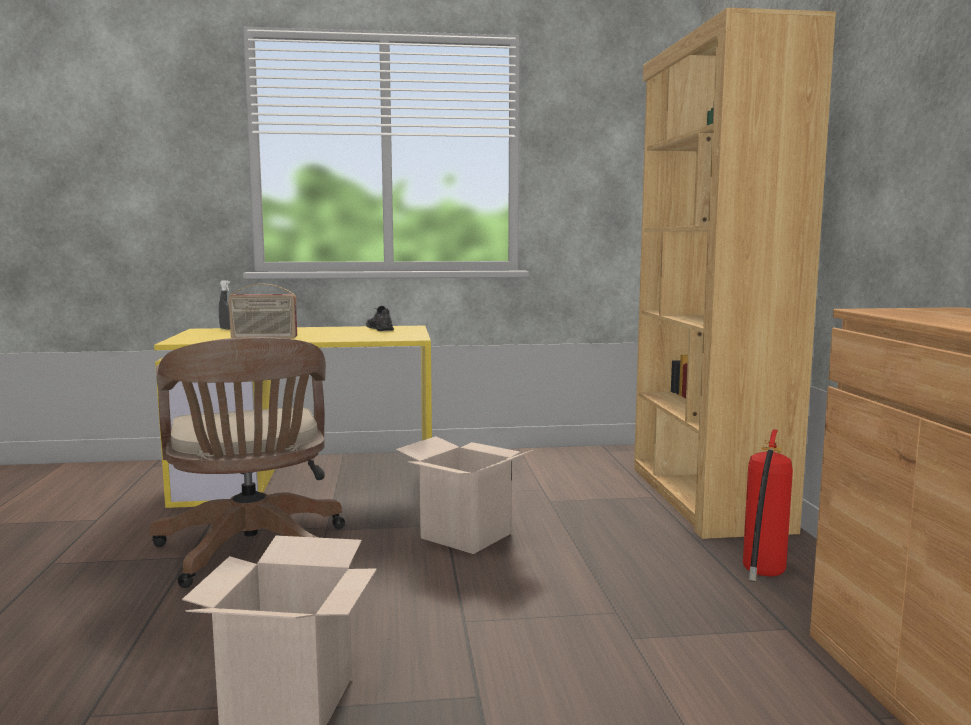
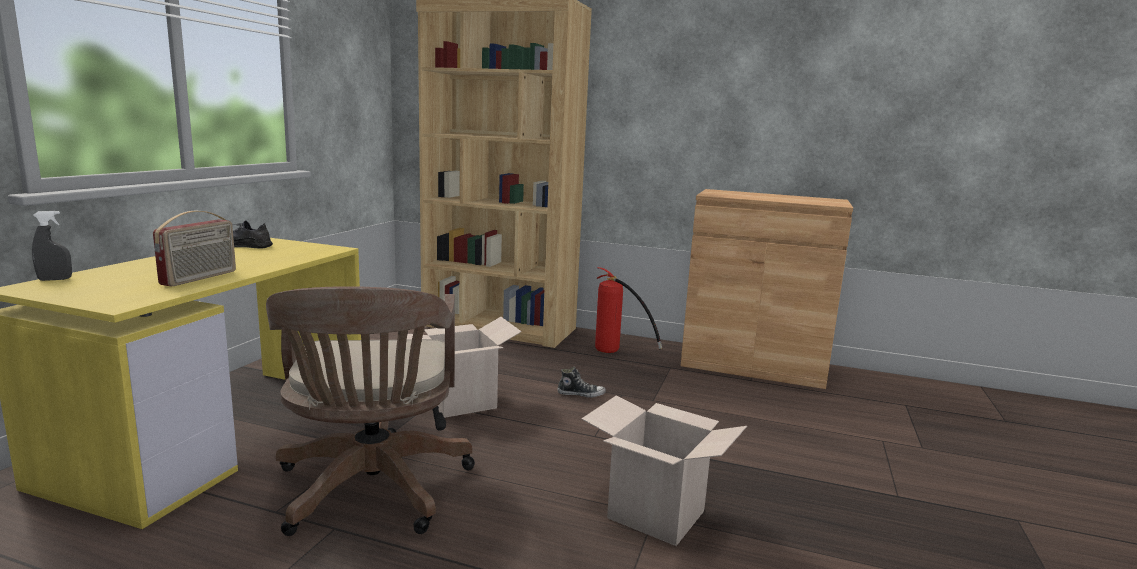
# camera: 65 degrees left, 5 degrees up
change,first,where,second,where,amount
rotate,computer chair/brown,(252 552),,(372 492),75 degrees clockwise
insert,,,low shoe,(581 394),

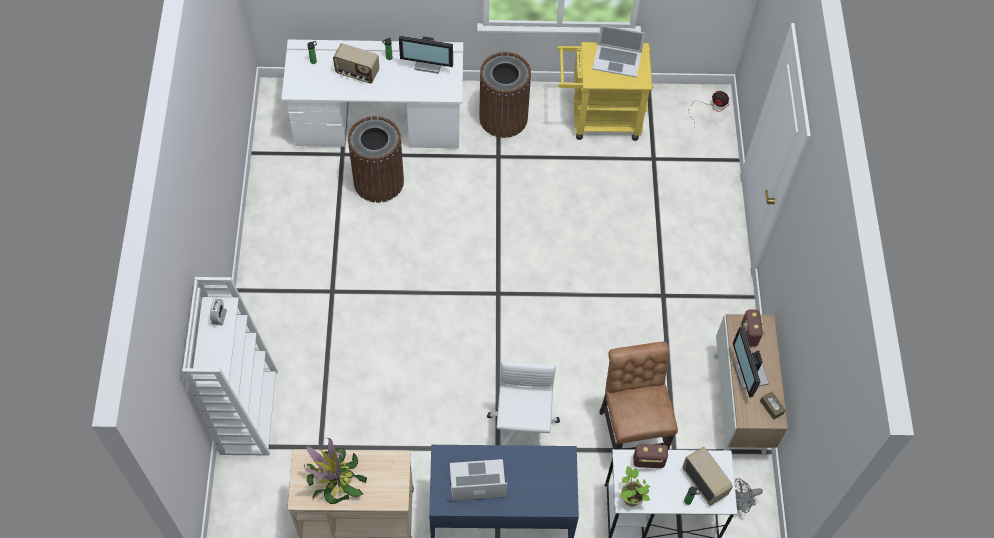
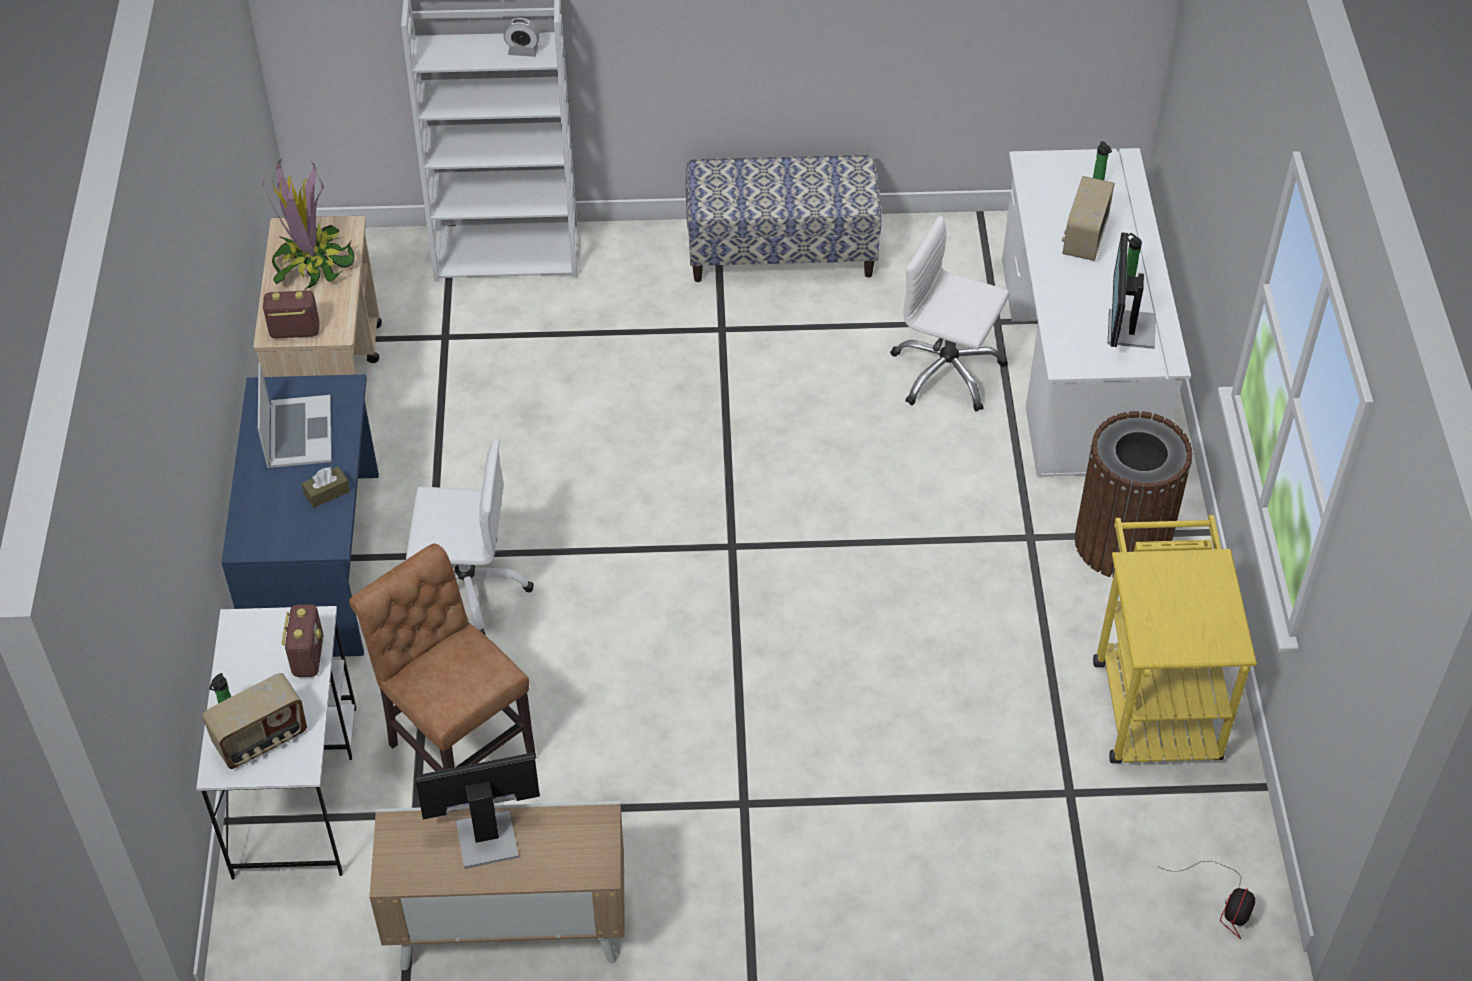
# camera: 90 degrees right, 10 degrees down
change,first,where,second,where,amount
move,radio receiver,(749 335),,(294 332),
move,tissue box/brown,(771 407),,(327 492),
rotate,plain chair/brown,(631 431),,(457 746),120 degrees counterclockwise
insert,,,long seat,(781 251),
replace,trash can/brown,(378 181),computer chair/white,(946 372),
delete,portable computer,(617 60),,,
delete,plant in a pot,(631 497),,,
delete,electric fan/gray,(741 503),,,

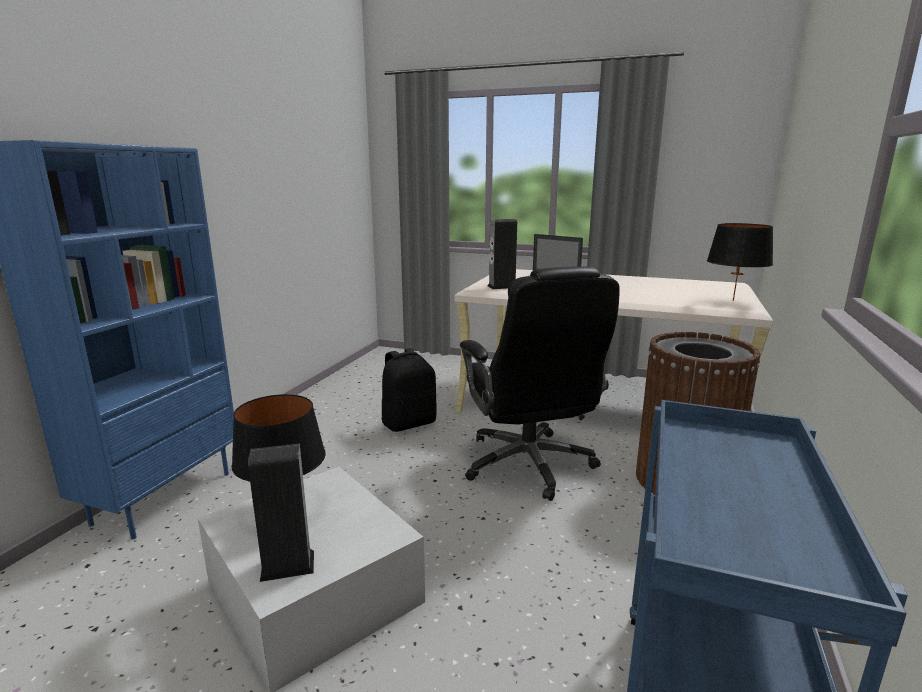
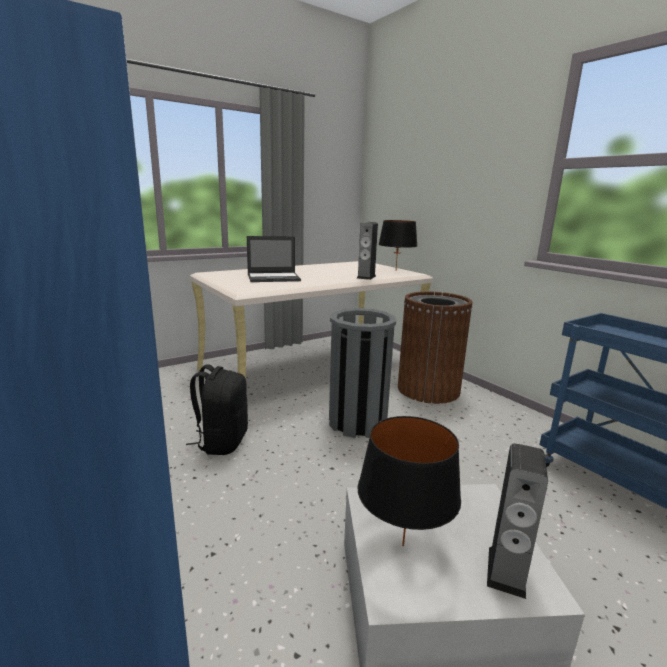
# camera: 55 degrees left, 0 degrees up
change,first,where,second,where,amount
replace,computer chair/black,(529 465),trash can/gray,(357 422),
move,audio speaker,(502 286),,(366 277),

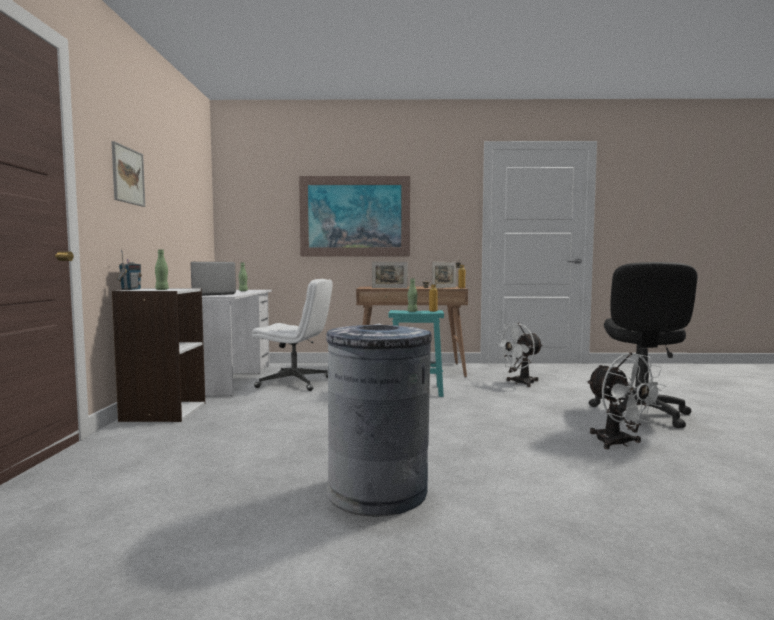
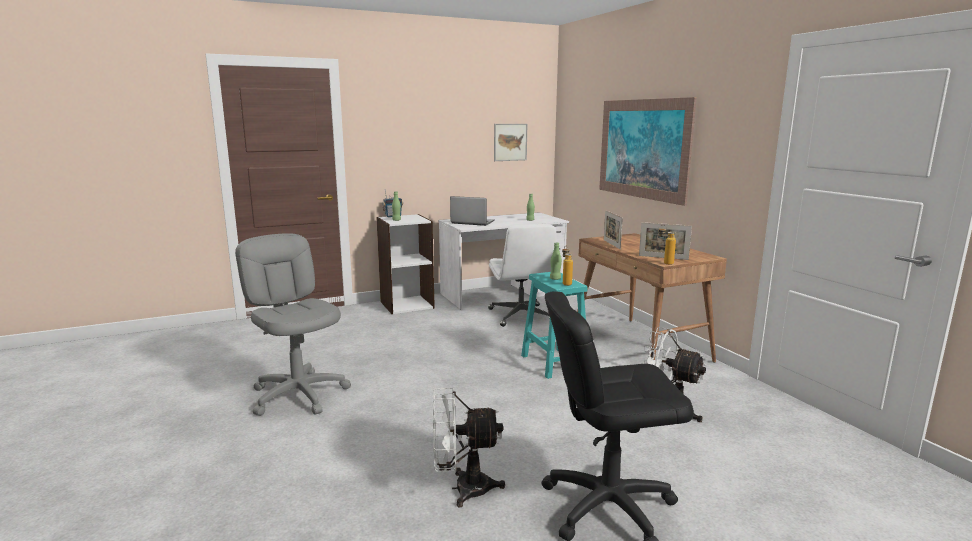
# camera: 65 degrees right, 10 degrees up
change,first,where,second,where,amount
replace,trash can/gray,(378 491),computer chair/gray,(299 395),
rotate,electric fan/white,(619 443),,(462 489),45 degrees clockwise
move,picture,(128 175),,(510 142),

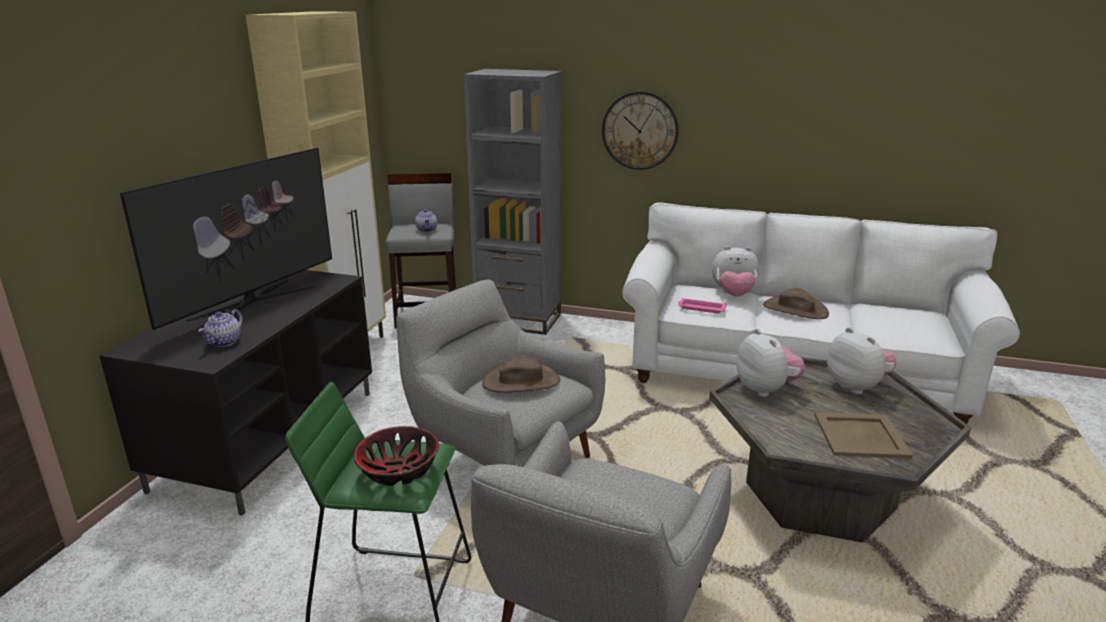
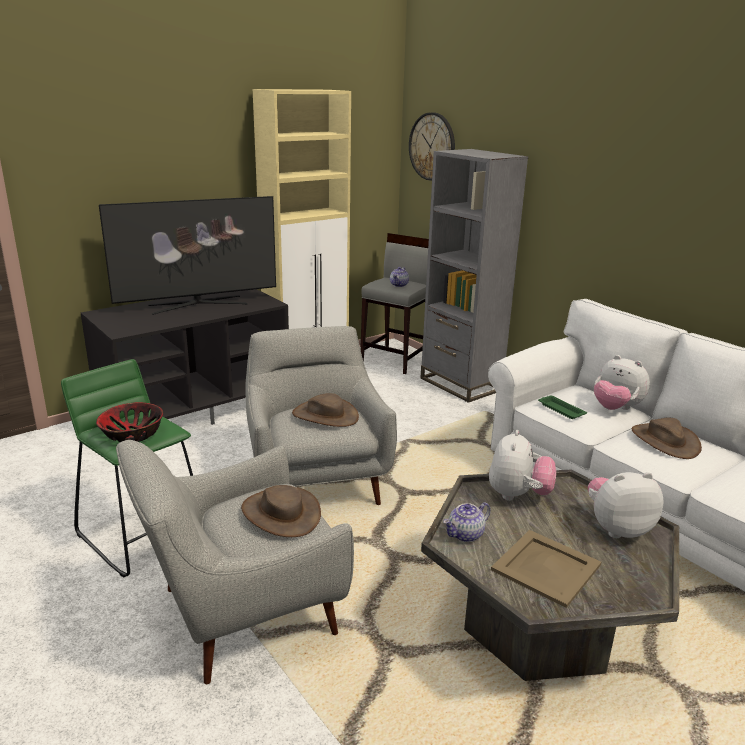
# camera: 35 degrees right, 0 degrees up
change,first,where,second,where,amount
insert,,,wearable hat/brown,(281 513),
move,hanging clock,(640 130),,(432 146),
move,tea pot,(224 342),,(465 535),
recolor,serving tray/pinkish,(701 308),serving tray/green-coloured,(560 410),
rotate,soft toy,(856 386),,(617 528),105 degrees counterclockwise

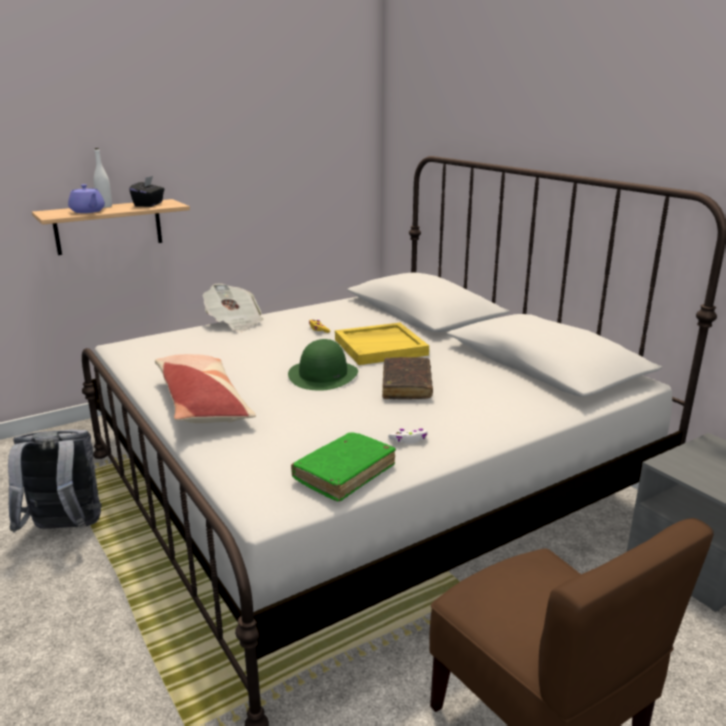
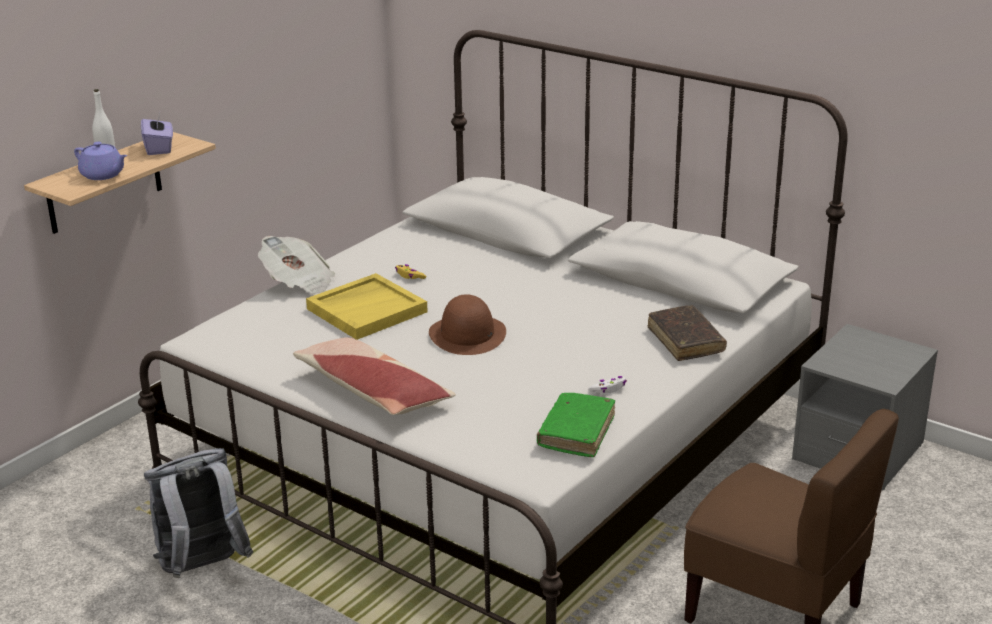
# camera: 20 degrees left, 5 degrees up
change,first,where,second,where,amount
recolor,tissue box/black,(149 204),tissue box/purplish,(159 148),
move,serving tray/yellow,(381 347),,(367 310),
recolor,wearable hat/green-coloured,(323 375),wearable hat/brown,(467 335),
move,bound book/brown,(406 385),,(685 341),

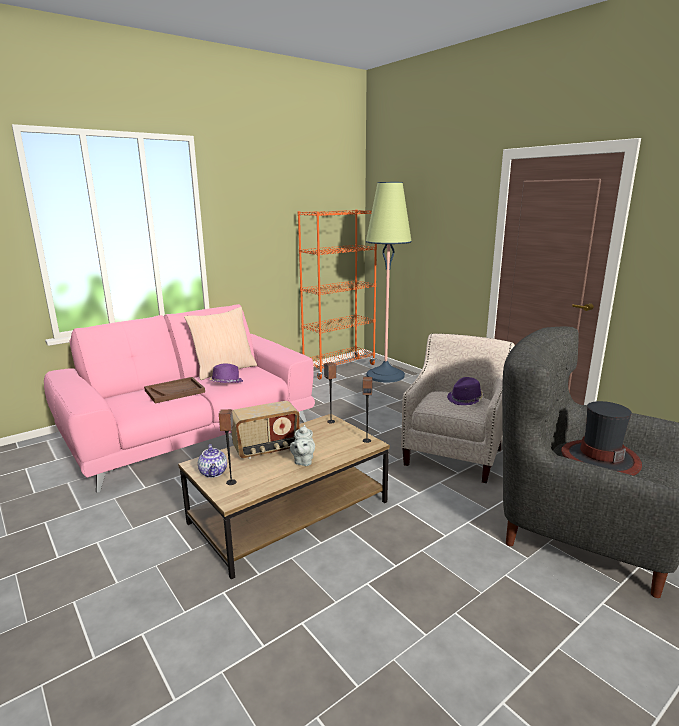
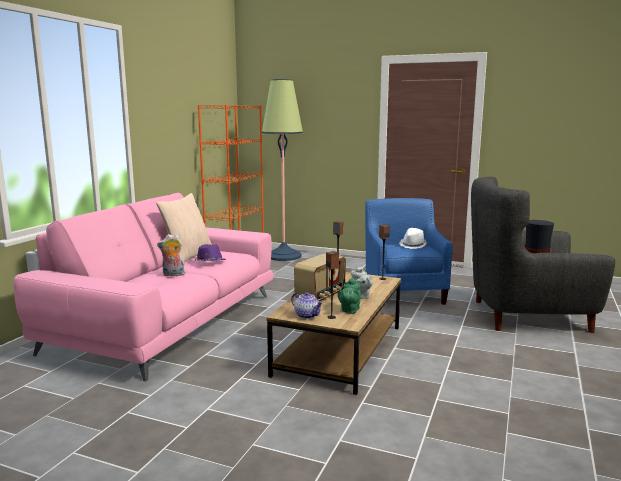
# camera: 30 degrees left, 5 degrees down
change,first,where,second,where,amount
replace,serving tray/brown,(175 391),soft toy,(173 275),
insert,,,tea pot/green-coloured,(349 310),
recolor,easy chair/beige-coloured,(455 453),easy chair/bluish,(404 293),
recolor,wearable hat/purplish,(465 399),wearable hat/white,(413 245),

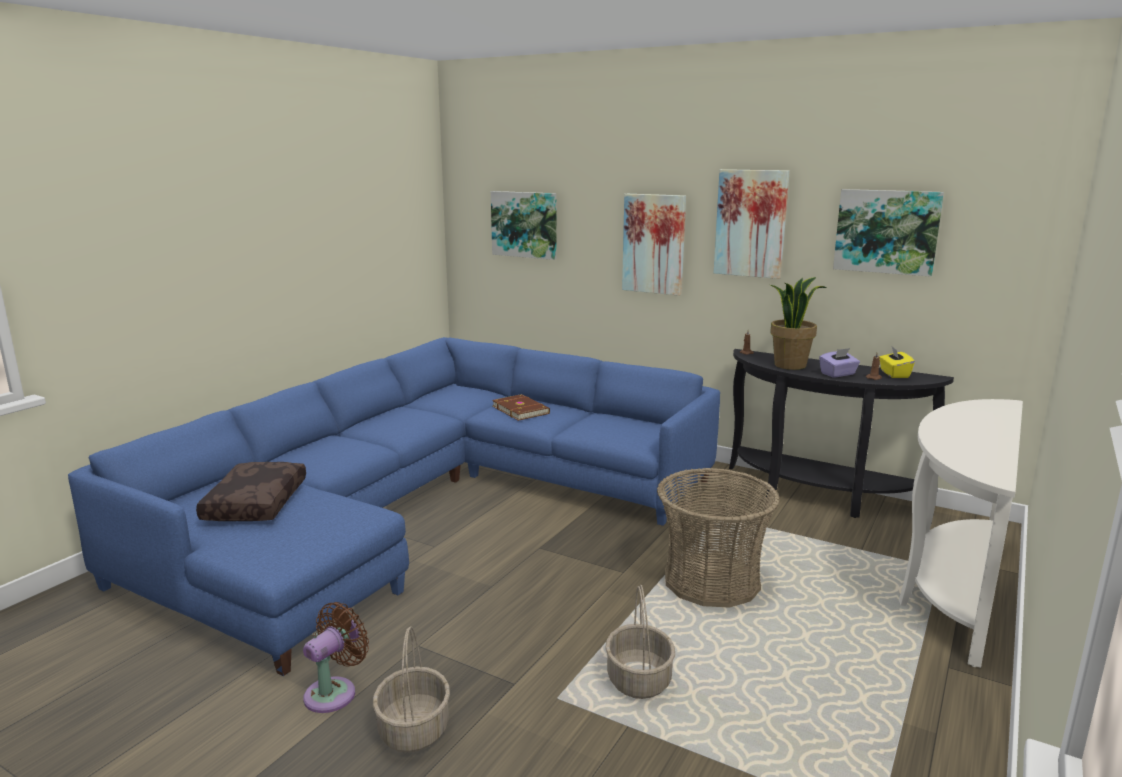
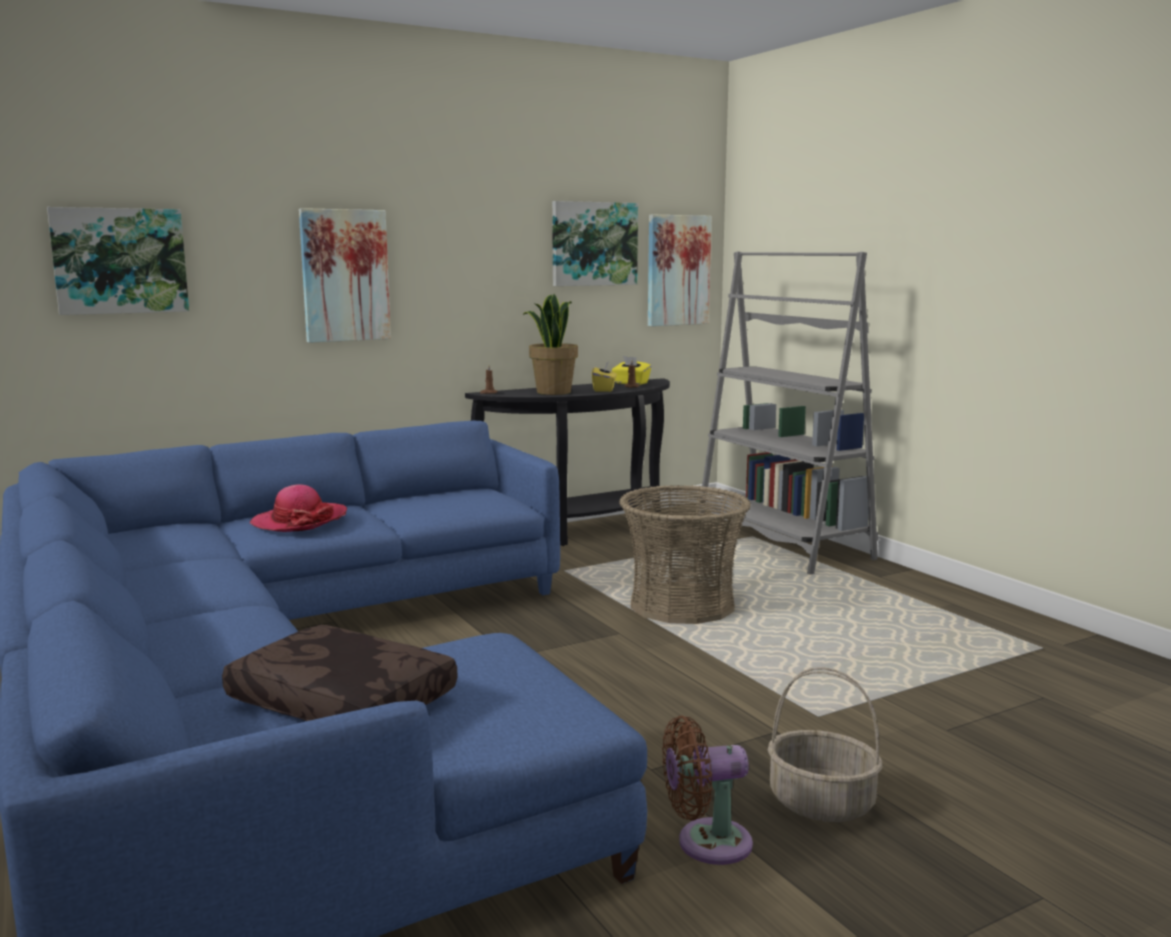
# camera: 60 degrees left, 5 degrees down
change,first,where,second,where,amount
replace,bound book/brown,(521 410),wearable hat,(300 521),
recolor,tissue box/purplish,(838 374),tissue box/yellow,(604 390),
move,picture,(751 223),,(677 270),
rotate,electric fan/brown,(334 692),,(706 843),75 degrees counterclockwise
replace,console table/white,(949 589),bookcase/gray,(782 544),
delete,storage basket,(639 680),,,

